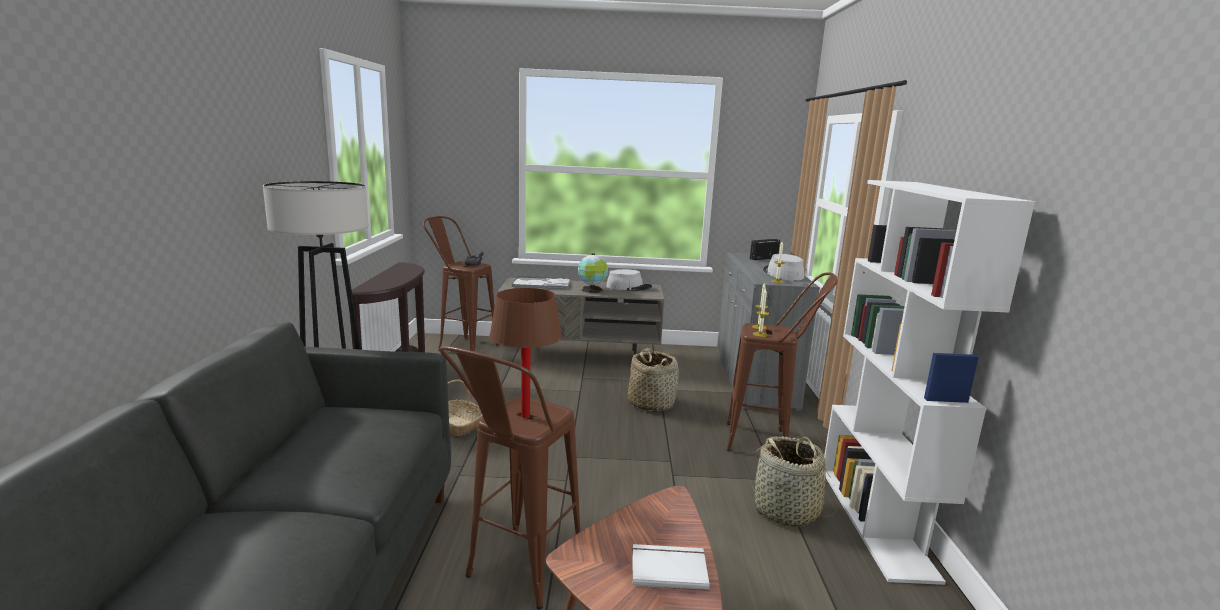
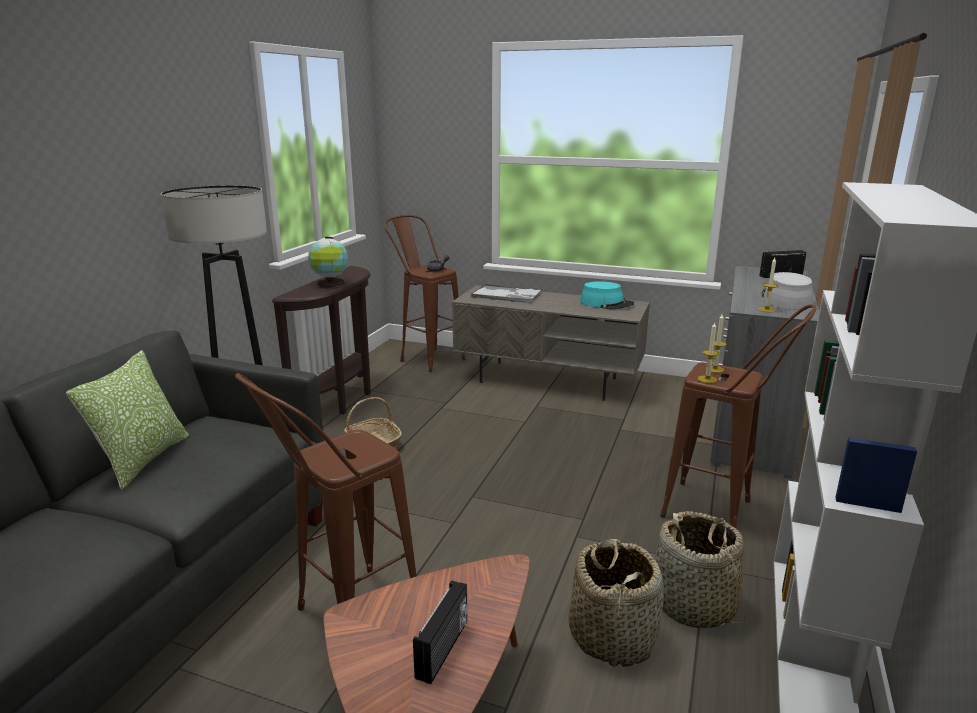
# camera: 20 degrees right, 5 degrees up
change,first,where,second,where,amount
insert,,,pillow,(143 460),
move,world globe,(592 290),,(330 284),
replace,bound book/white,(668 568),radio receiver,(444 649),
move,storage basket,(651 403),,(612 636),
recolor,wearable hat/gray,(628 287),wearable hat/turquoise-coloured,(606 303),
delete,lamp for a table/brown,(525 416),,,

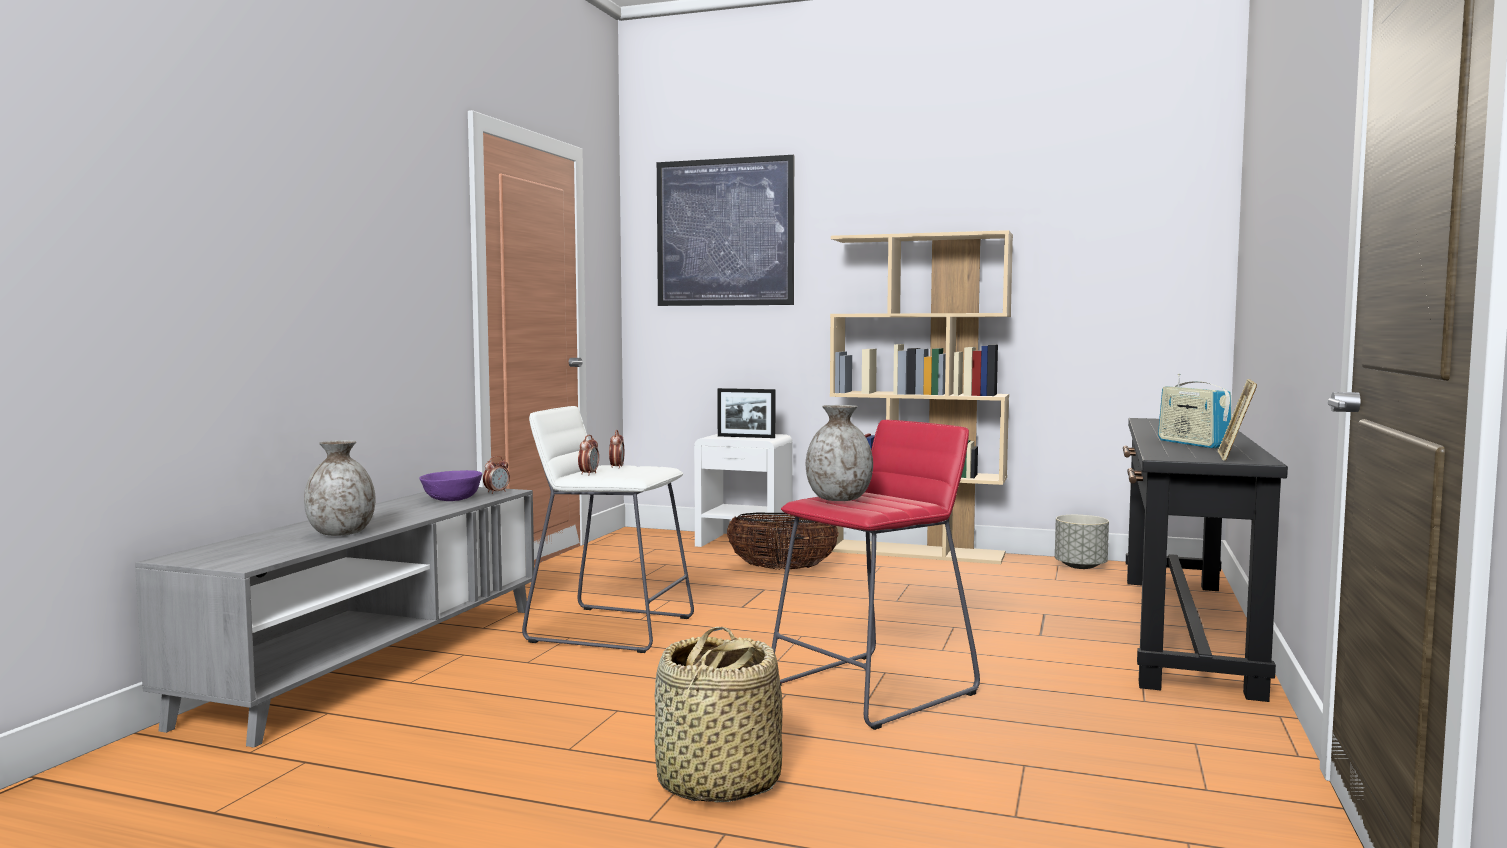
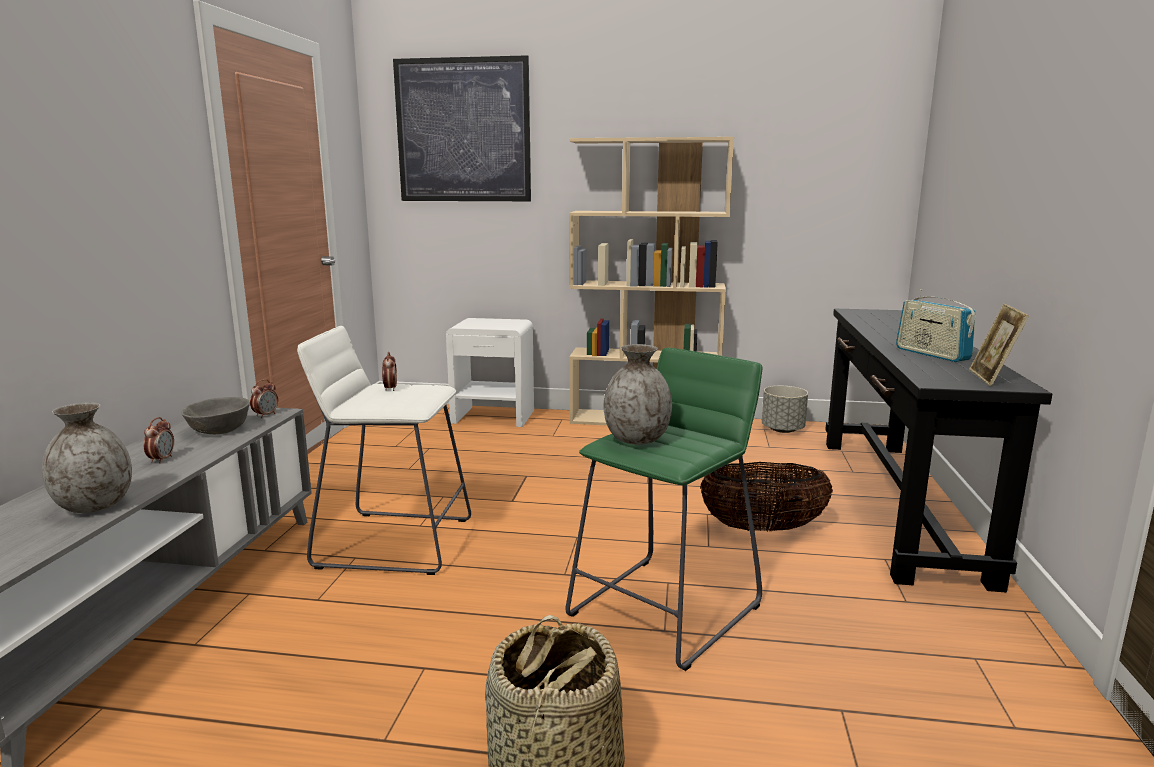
# camera: 10 degrees left, 10 degrees up
change,first,where,second,where,amount
move,bedside clock,(588 474),,(161 460),
recolor,bowl/purplish,(452 499),bowl/gray,(219 430),
recolor,stool seat/reddish,(872 690),stool seat/green-coloured,(665 609),
move,storage basket,(782 569),,(763 528),
delete,standing frame,(746 437),,,

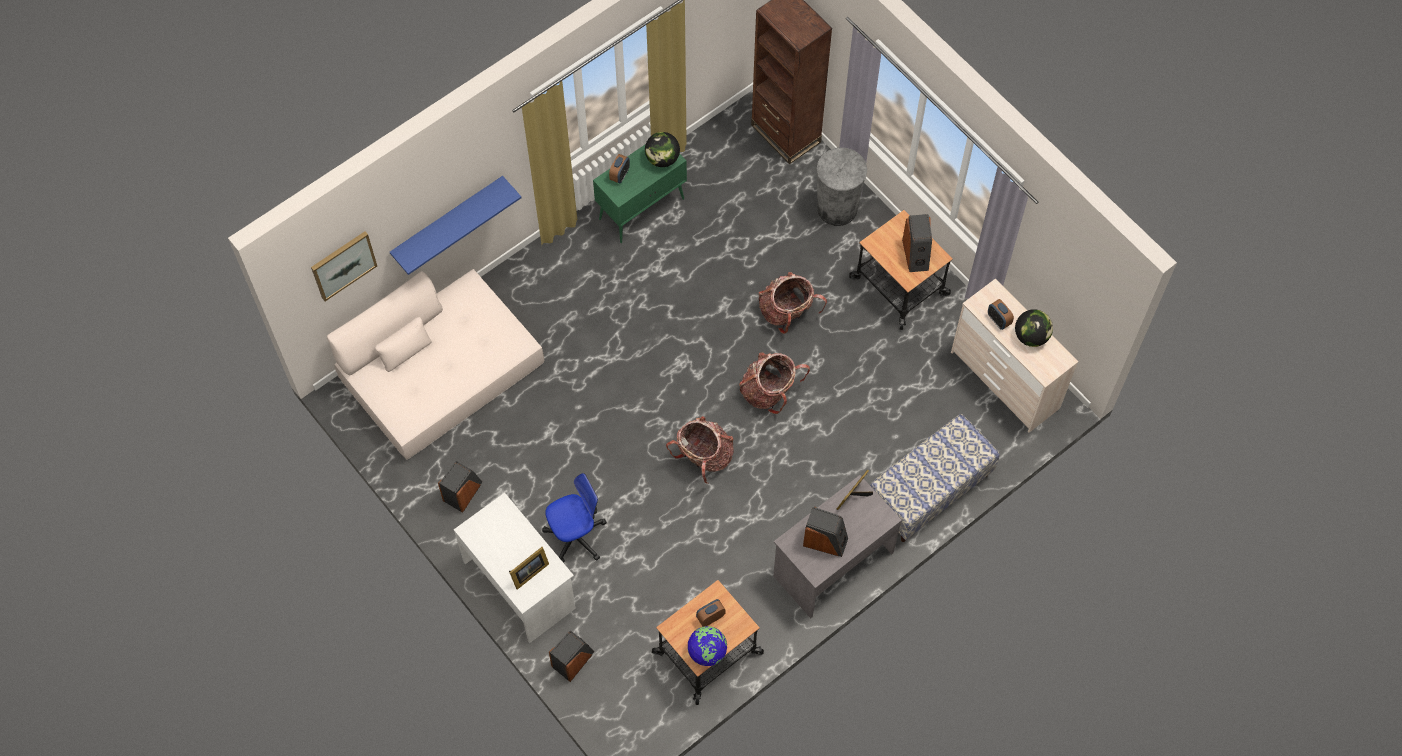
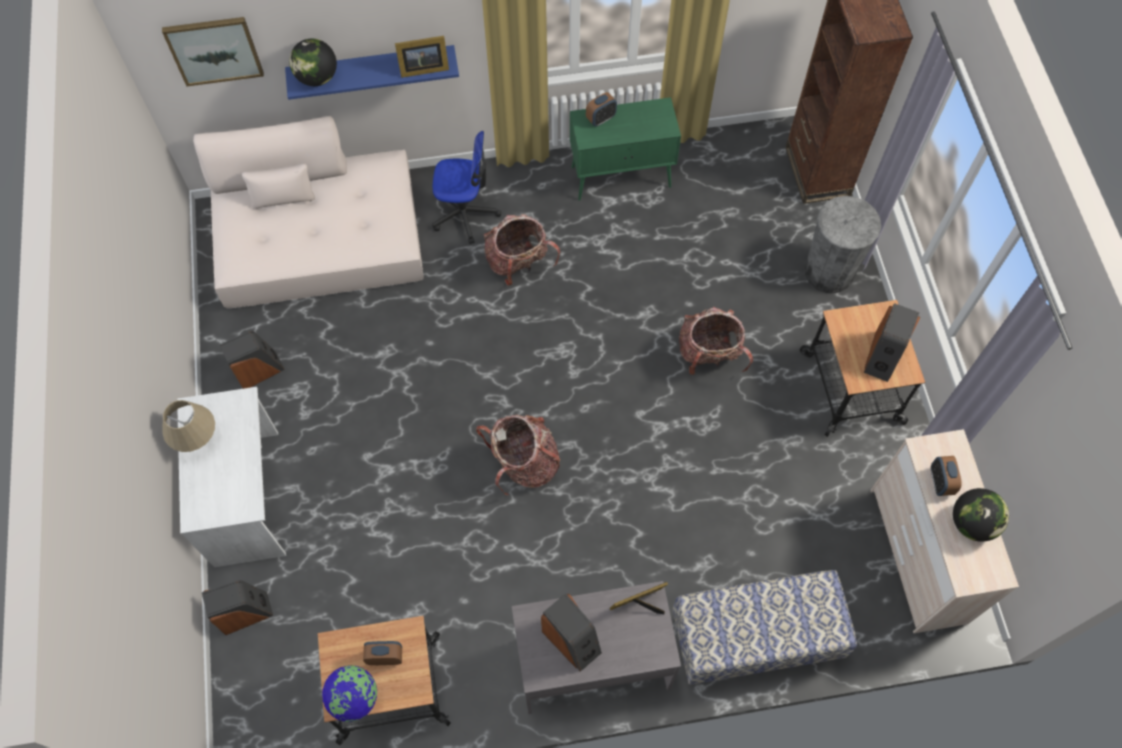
# camera: 30 degrees right, 0 degrees up
change,first,where,second,where,amount
insert,,,lamp for a table/beige-coloured,(198 440),
move,world globe,(662 159),,(317 78),
move,standing frame,(528 573),,(422 68),
move,computer chair,(575 535),,(465 213),
move,backpack,(769 392),,(519 263),

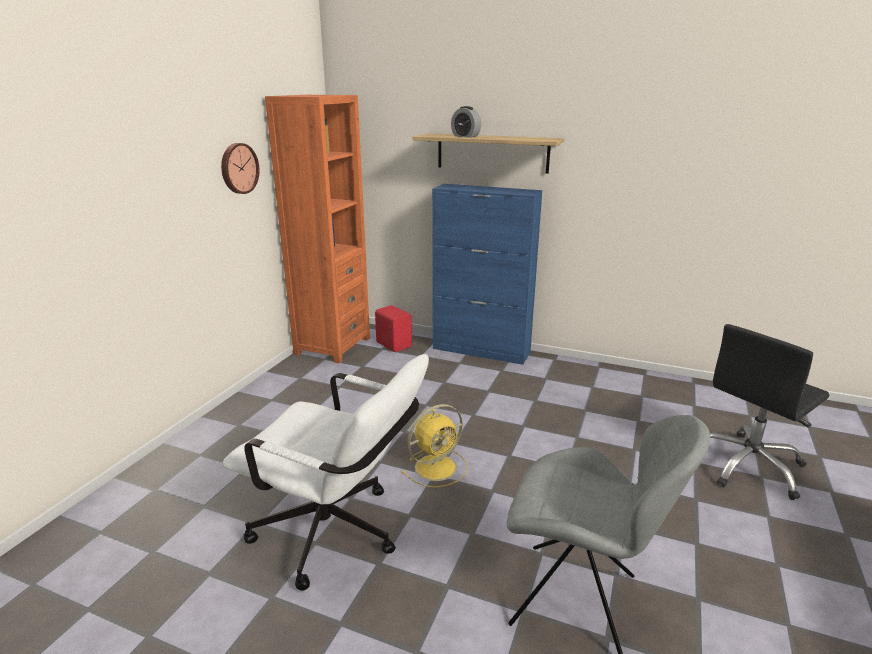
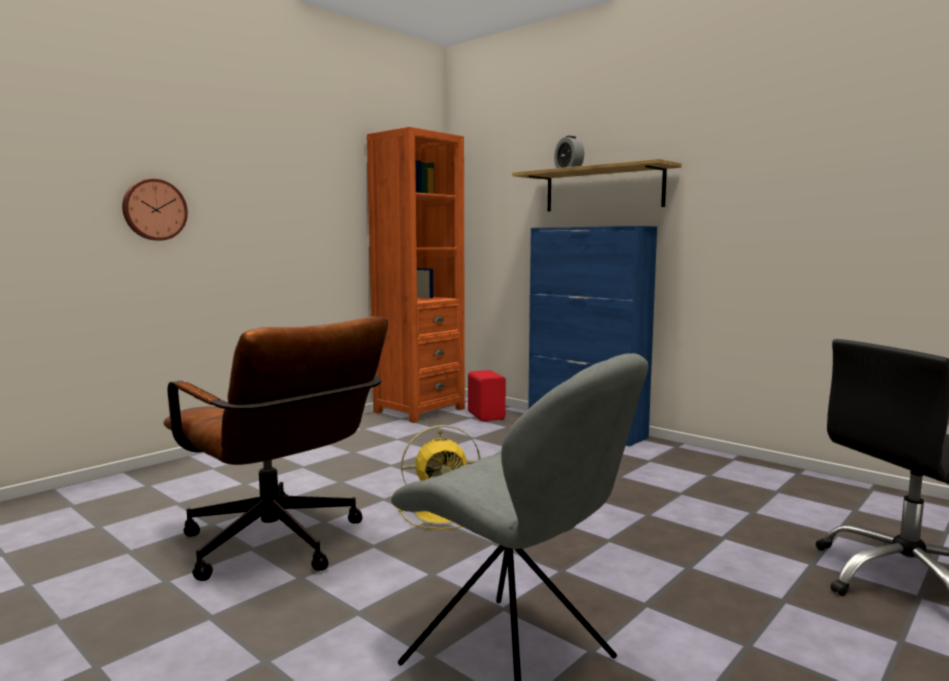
# camera: 20 degrees right, 15 degrees down
change,first,where,second,where,amount
move,hanging clock,(238 168),,(154 210),
recolor,computer chair/white,(337 535),computer chair/brown,(280 547),

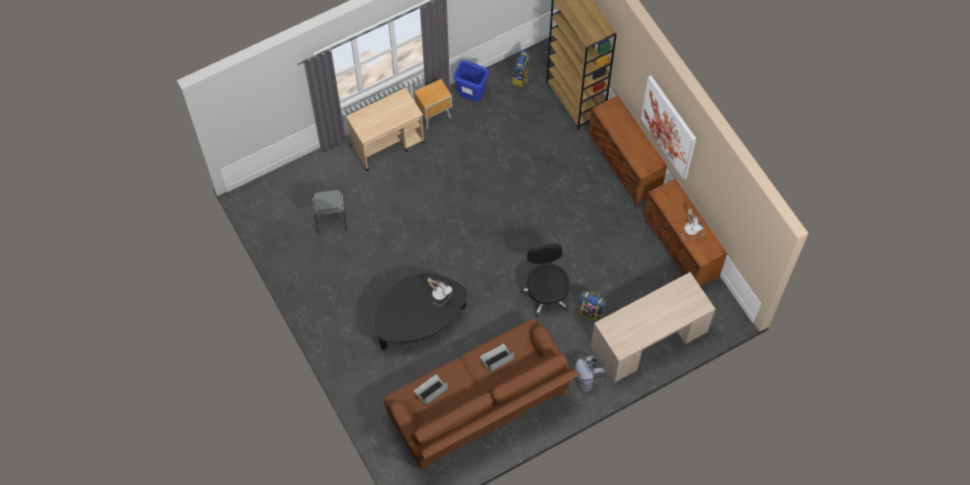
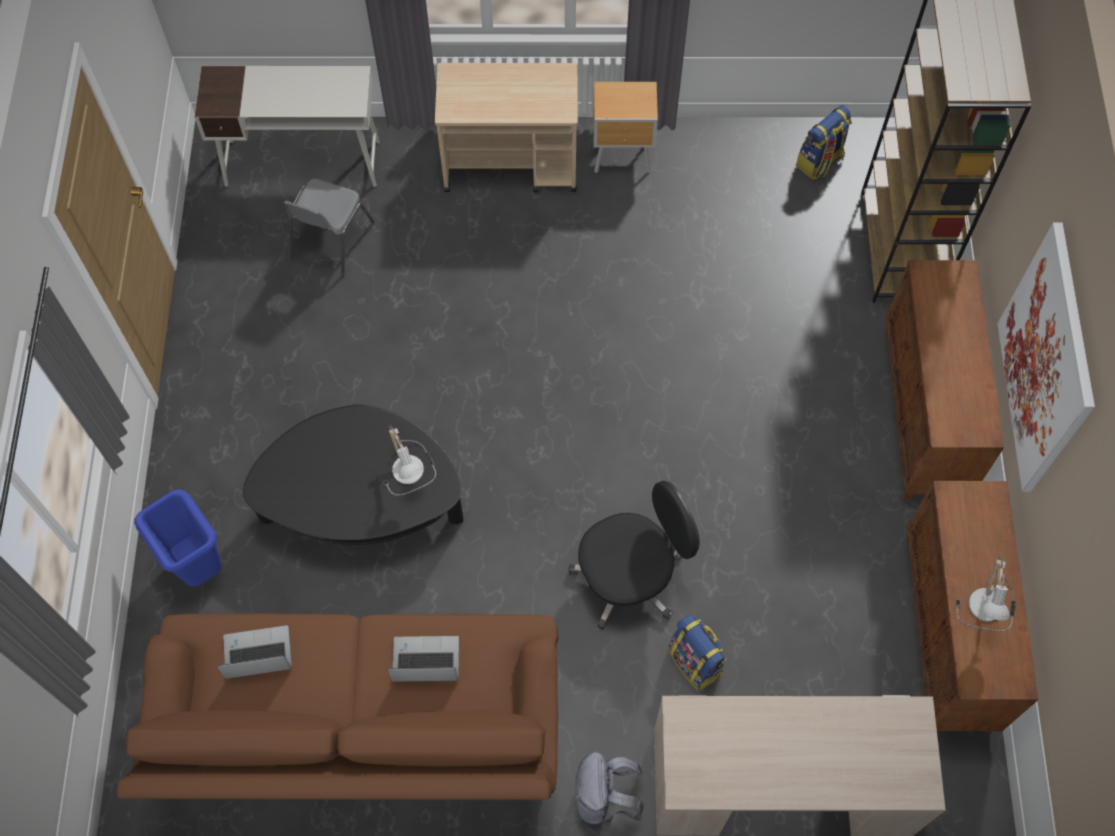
# camera: 30 degrees right, 0 degrees up
change,first,where,second,where,amount
move,trash can/bluish,(471 97),,(200 567),
insert,,,desk unit/white,(303 163),
rotate,computer chair/black,(546 293),,(630 577),45 degrees clockwise

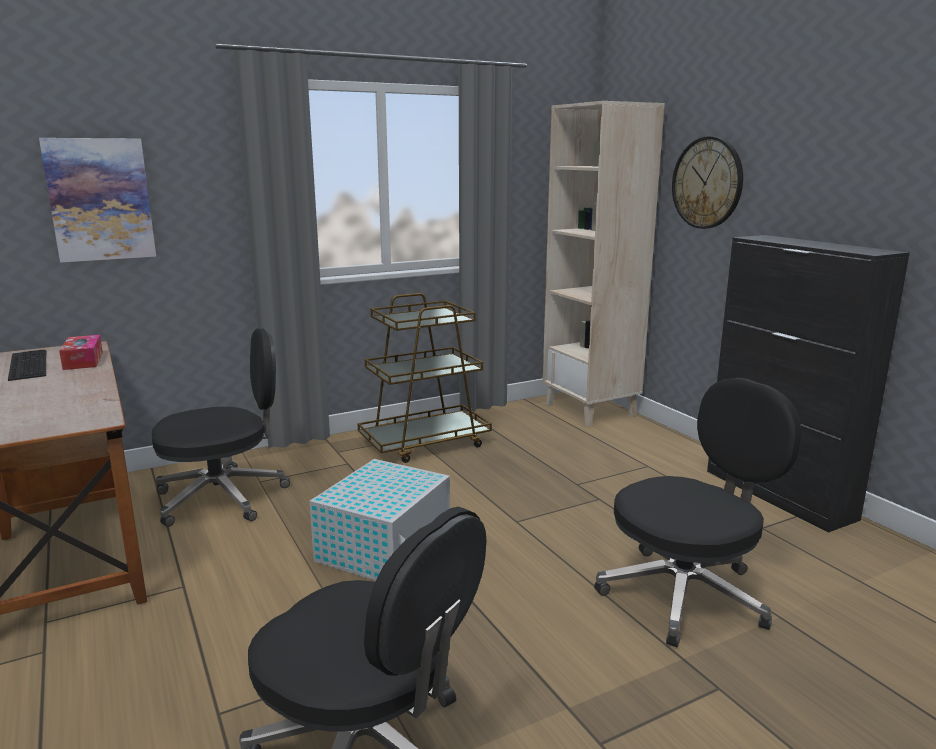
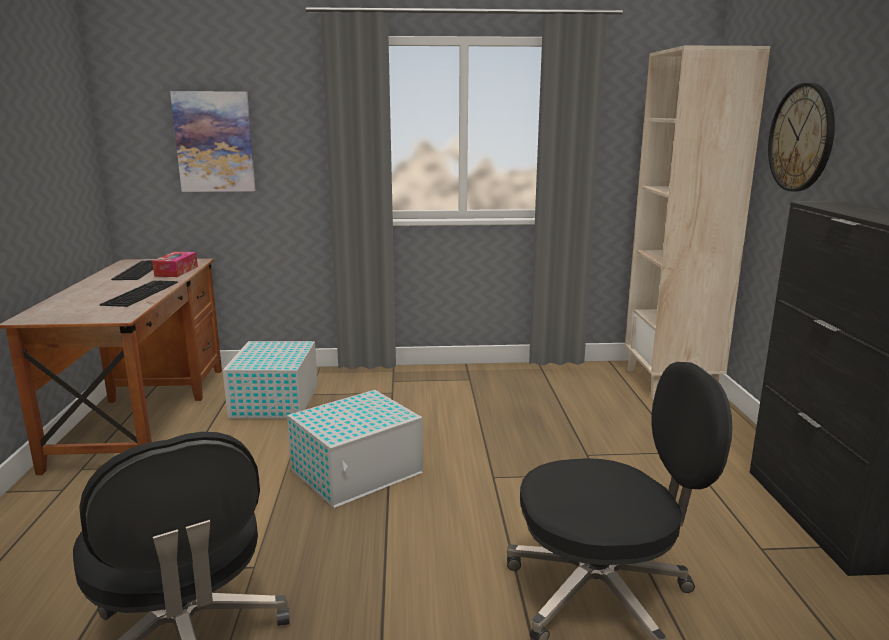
# camera: 25 degrees right, 0 degrees up
change,first,where,second,where,amount
insert,,,PC keyboard,(140 293),
replace,computer chair/black,(224 497),storage box/white,(274 401),
delete,trolley/brown,(425 443),,,

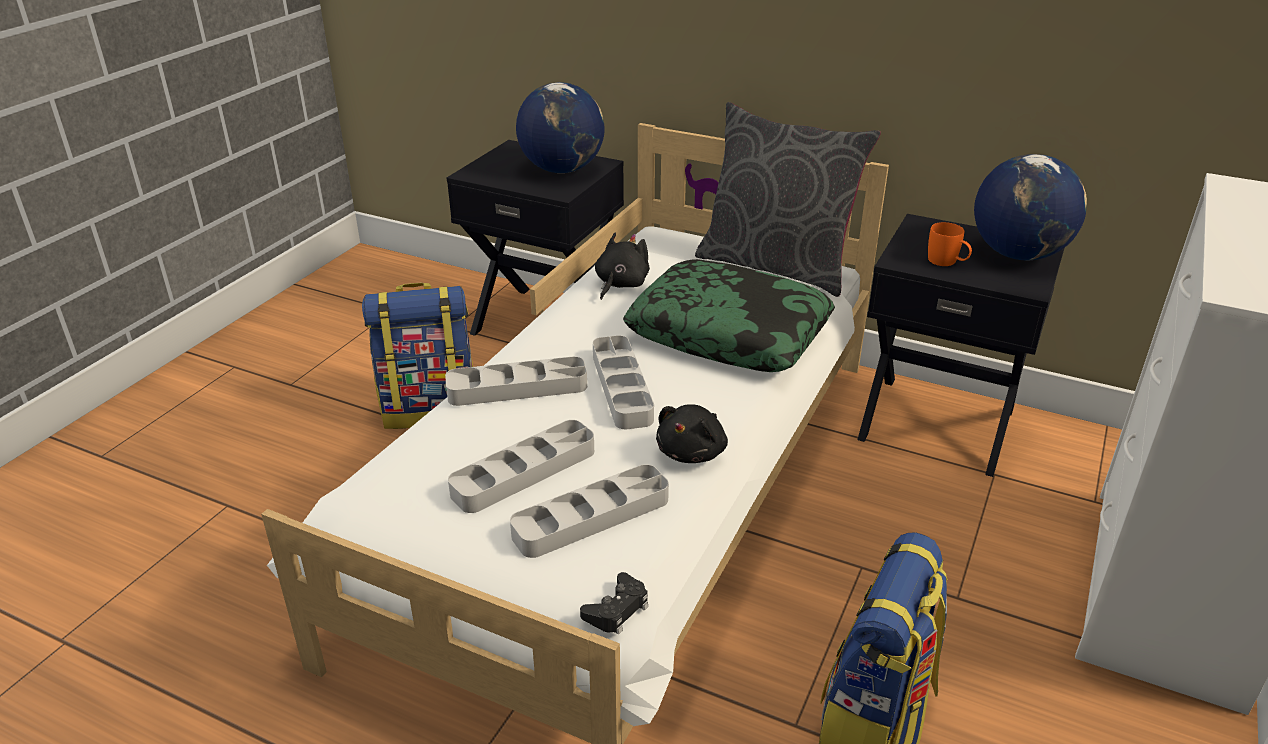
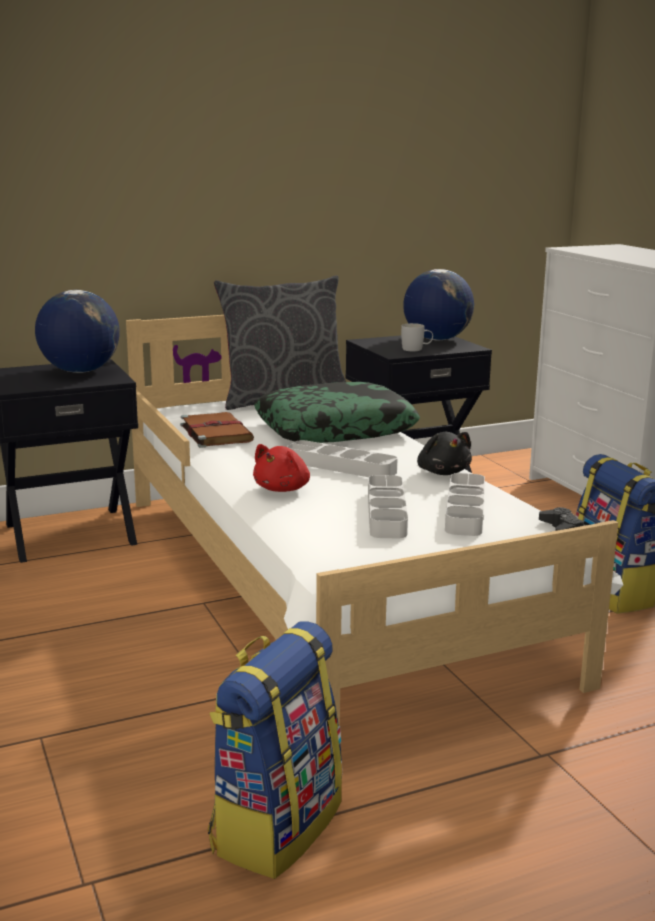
# camera: 50 degrees left, 15 degrees down
change,first,where,second,where,amount
replace,soft toy/black,(620 284),bound book/brown,(215 433),
move,backpack,(430 409),,(275 825),
replace,serving tray/gray,(517 388),soft toy/reddish,(283 489),
recolor,coffee mug/orange-coloured,(947 262),coffee mug/white,(416 349),

